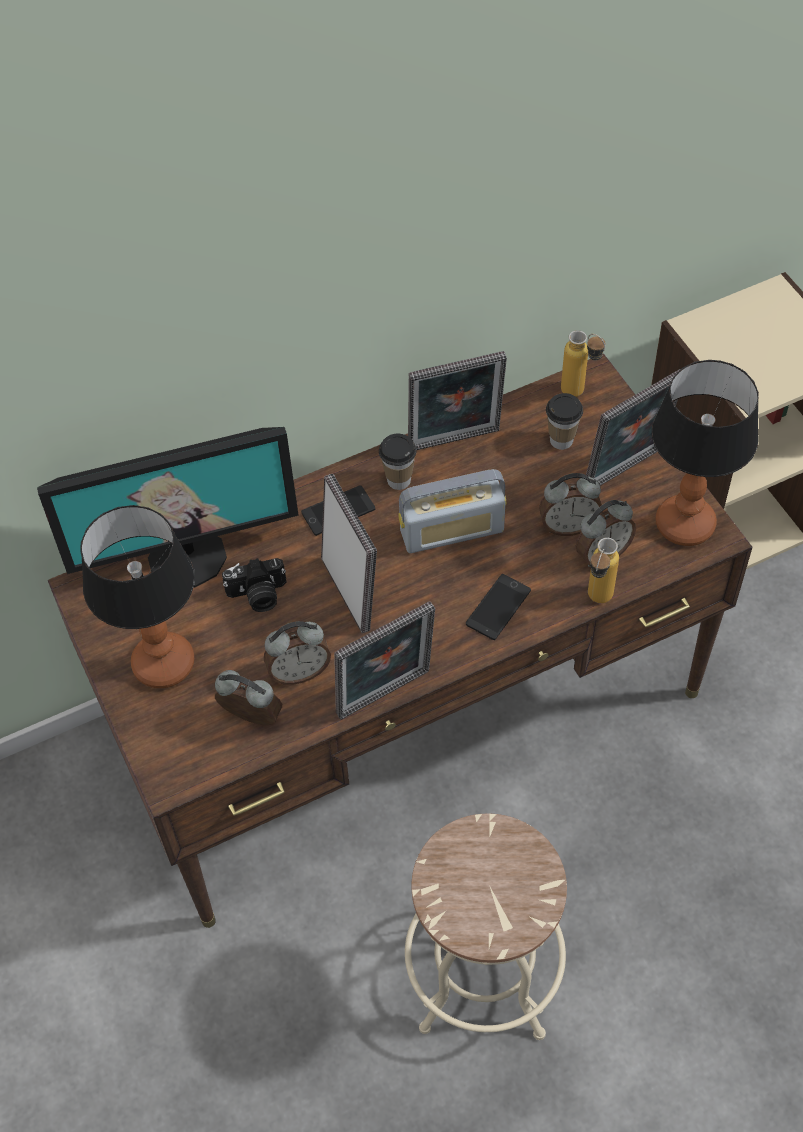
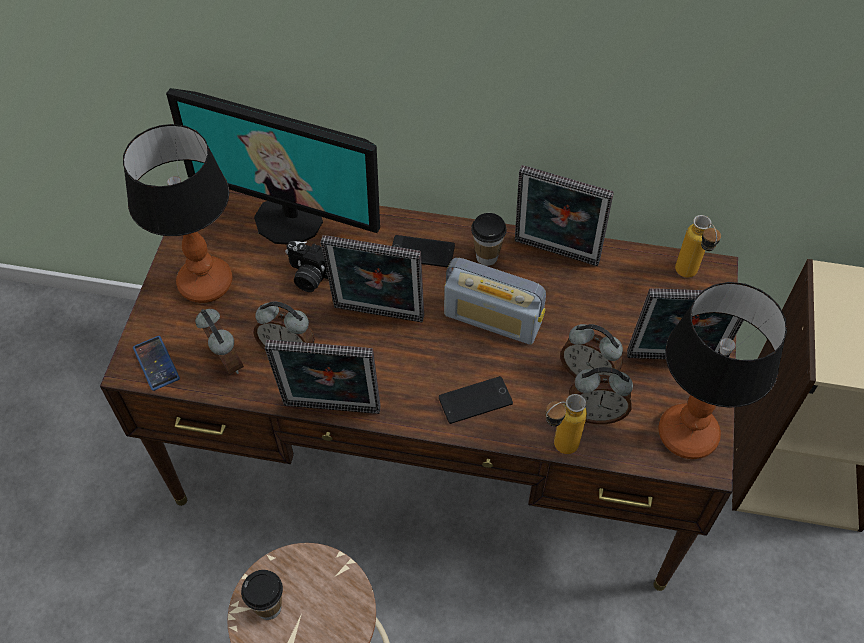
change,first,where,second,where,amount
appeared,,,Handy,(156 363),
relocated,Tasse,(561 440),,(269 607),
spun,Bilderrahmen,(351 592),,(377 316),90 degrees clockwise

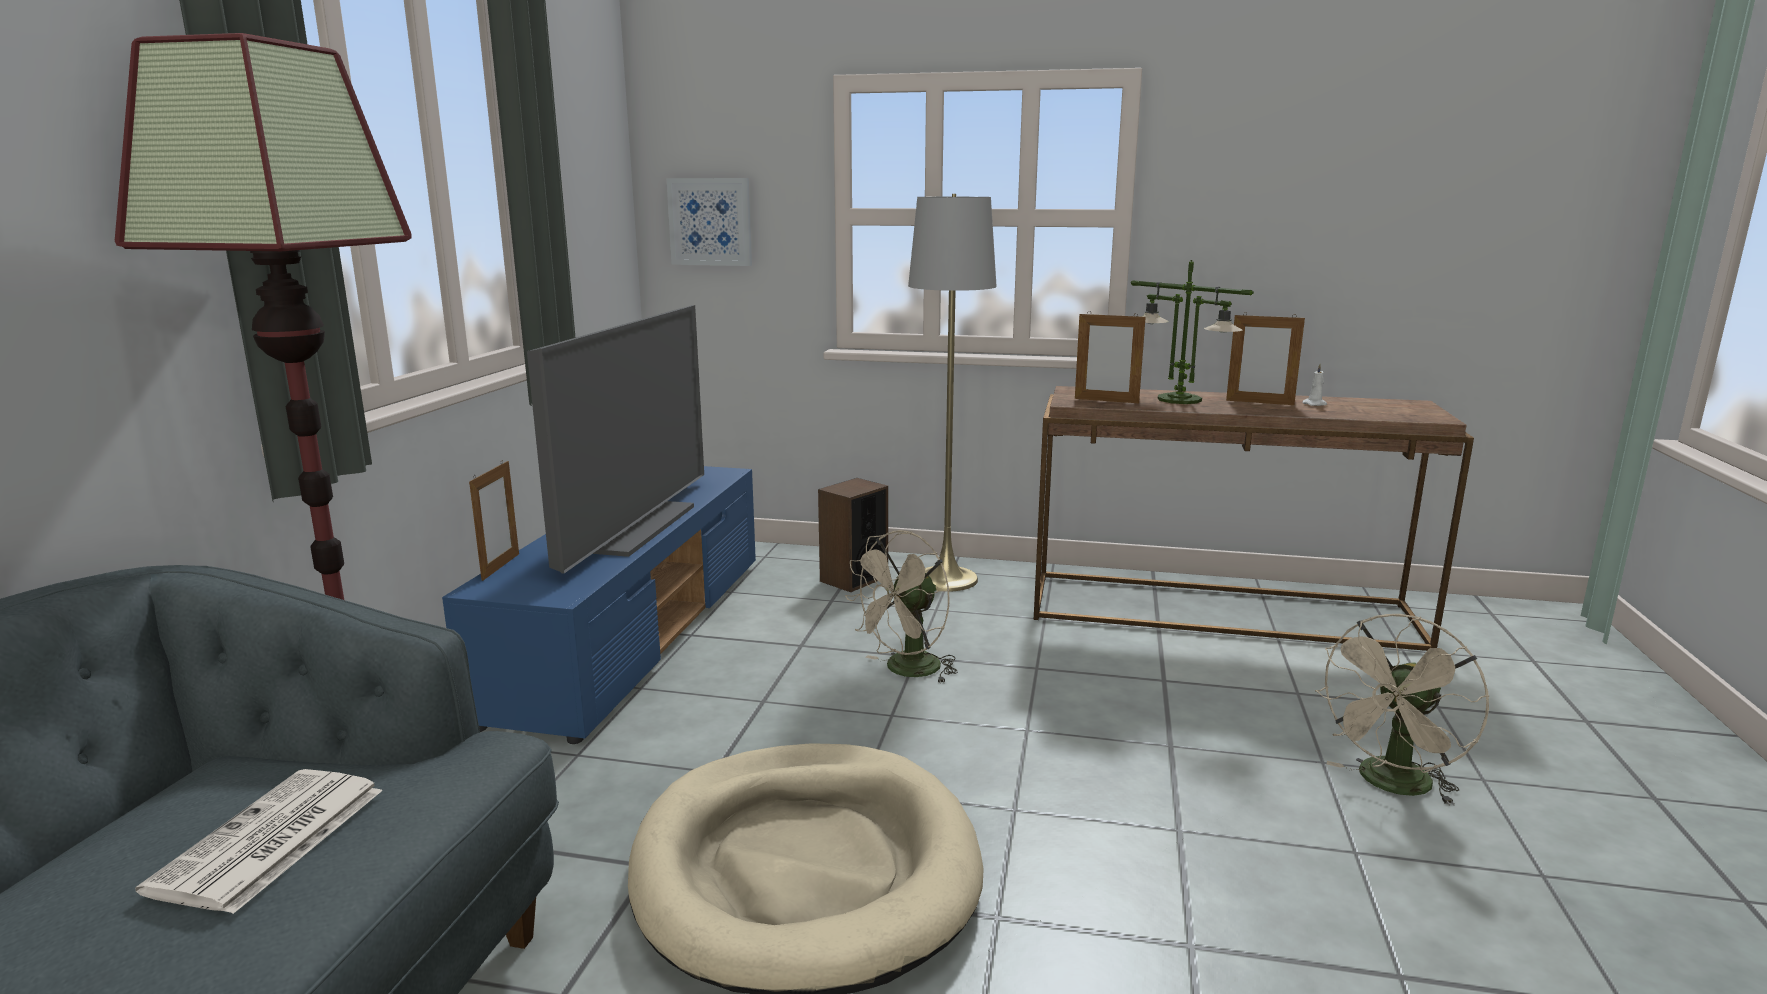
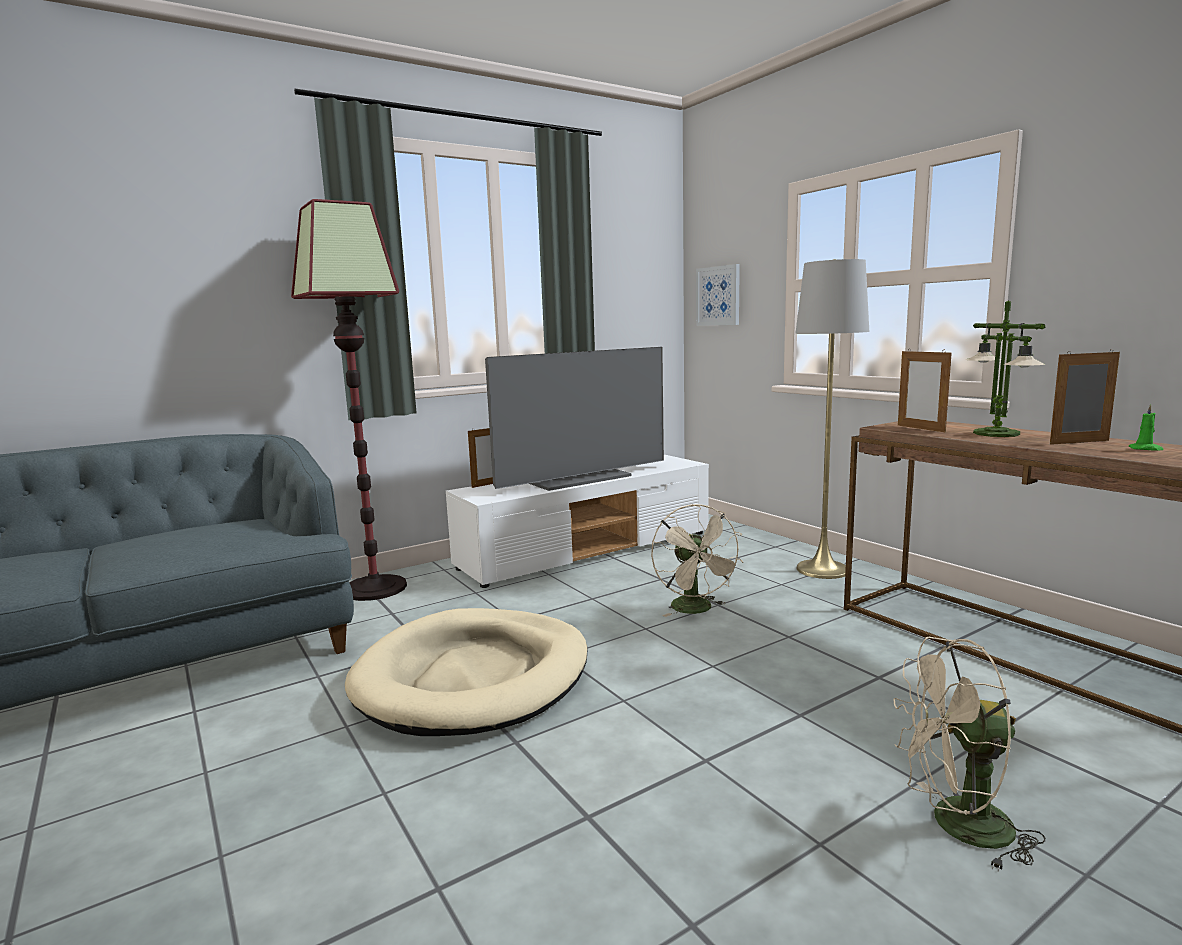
change,first,where,second,where,amount
colour,Fernsehschrank/blau,(634 634),Fernsehschrank/weiß,(588 550),
spun,Ventilator/beige,(906 671),,(696 610),105 degrees counterclockwise
spun,Bilderrahmen,(1259 402),,(1079 442),105 degrees clockwise
colour,Kerze/weiß,(1315 404),Kerze/grün,(1146 449),
missing,Zeitung,(269 841),,,
missing,Lautsprecher,(853 579),,,

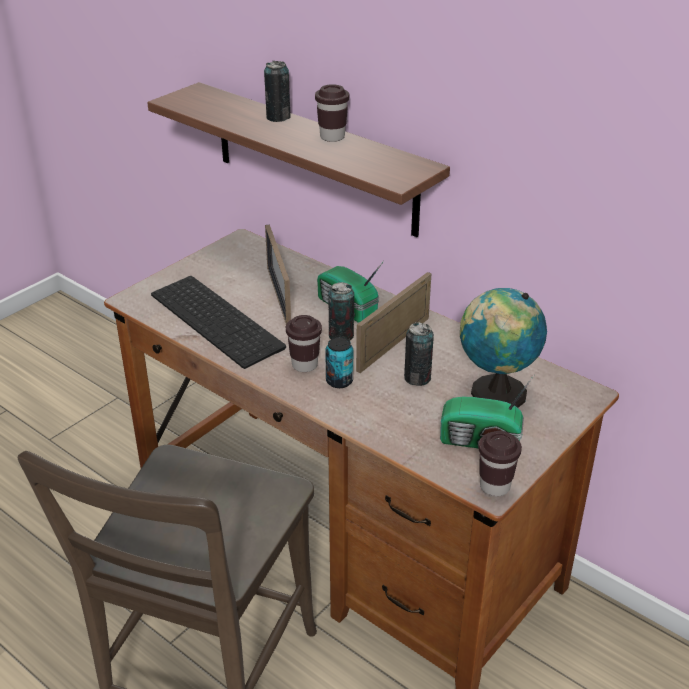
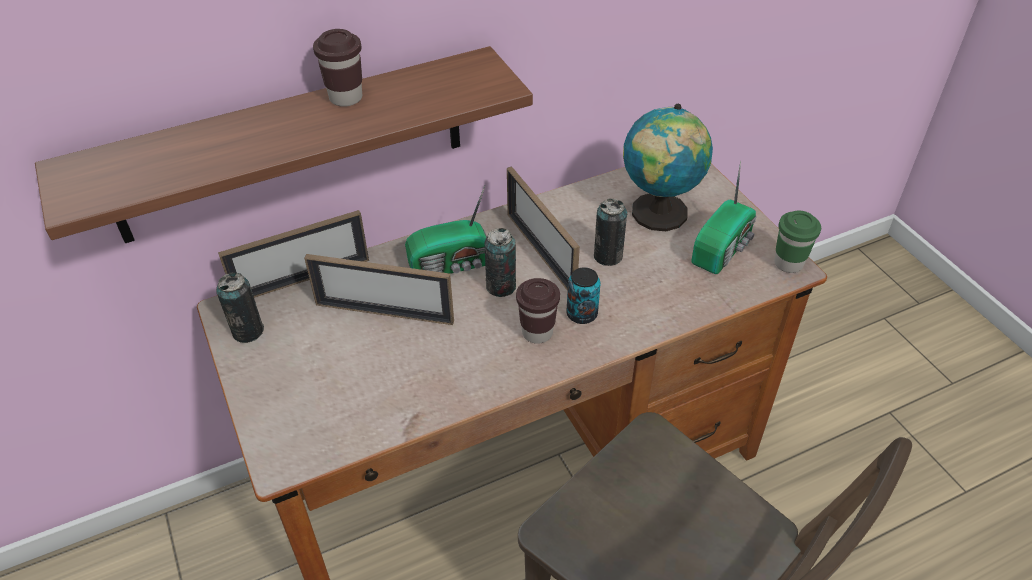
change,first,where,second,where,amount
relocated,Dose,(278 117),,(248 331),
appeared,,,Bilderrahmen,(303 279),
colour,Tasse/braun,(495 486),Tasse/grün,(788 263),
missing,Tastatur,(219 320),,,

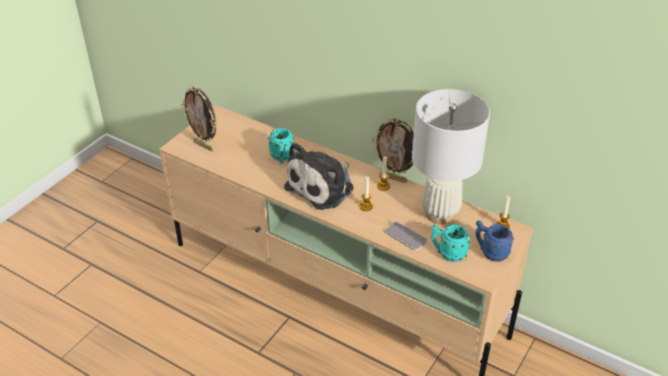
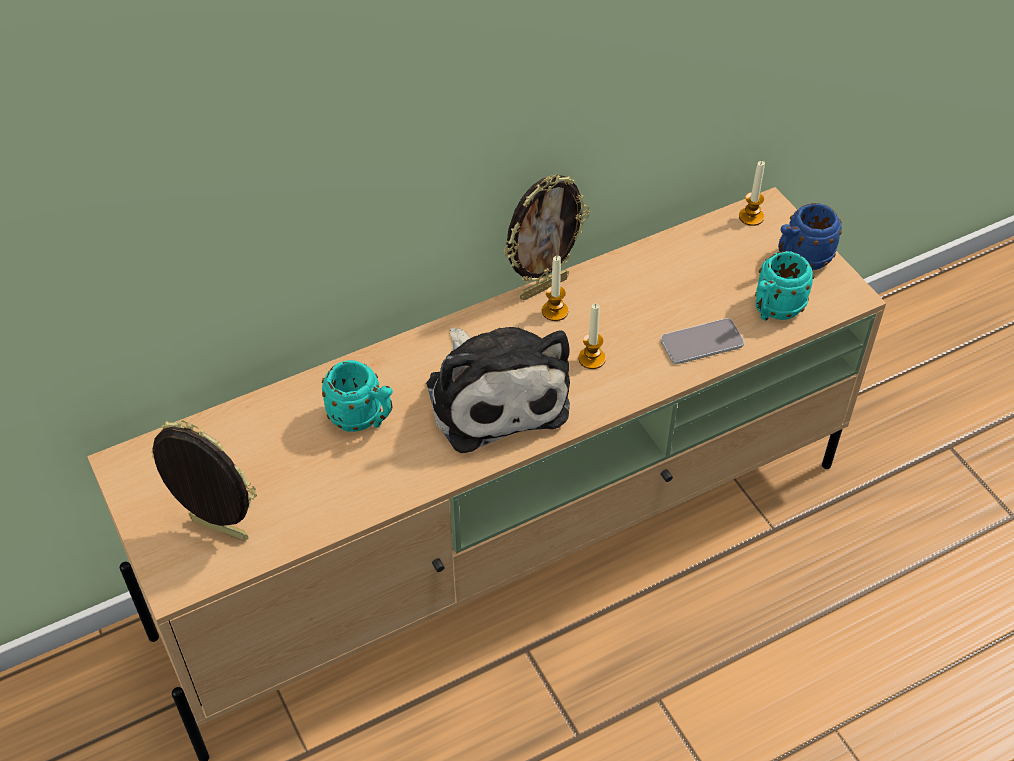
change,first,where,second,where,amount
spun,Bilderrahmen,(204 146),,(217 531),135 degrees counterclockwise
missing,Tischlampe/weiß,(440 213),,,

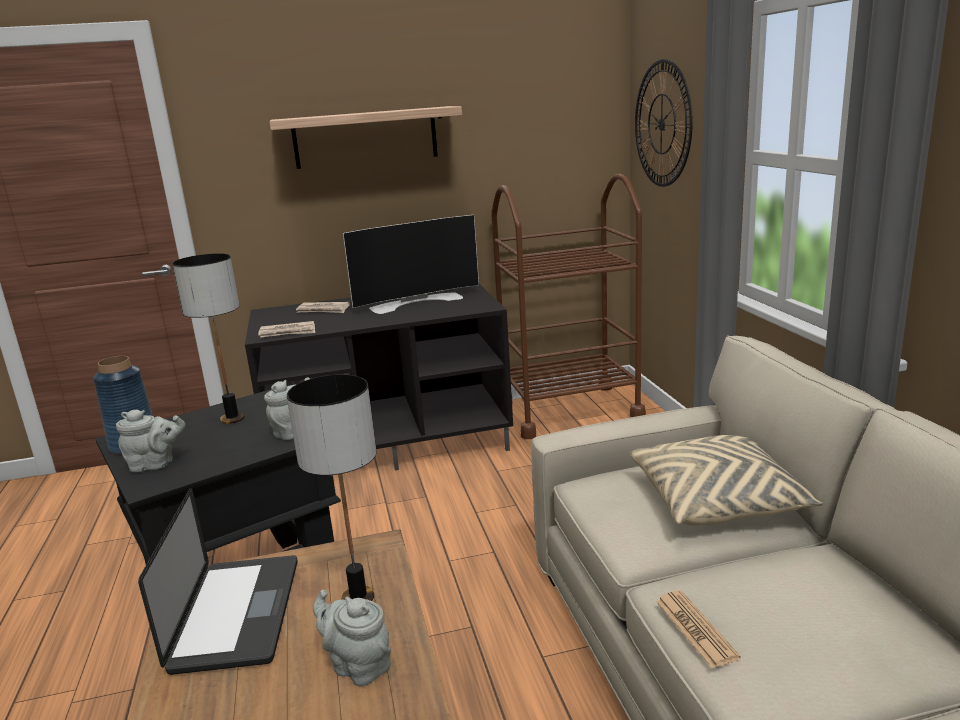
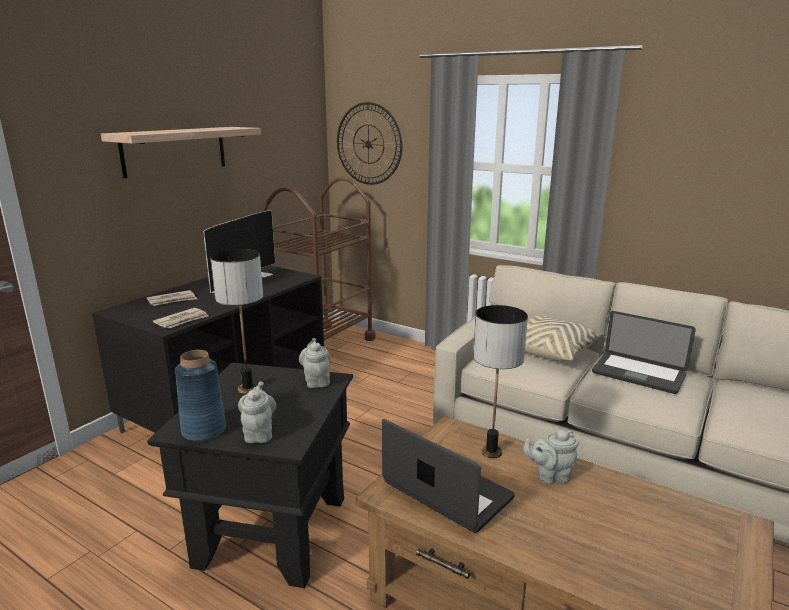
change,first,where,second,where,amount
spun,Teekanne/grau,(155 464),,(259 433),45 degrees counterclockwise
appeared,,,Laptop,(638 374),
missing,Zeitung,(695 629),,,

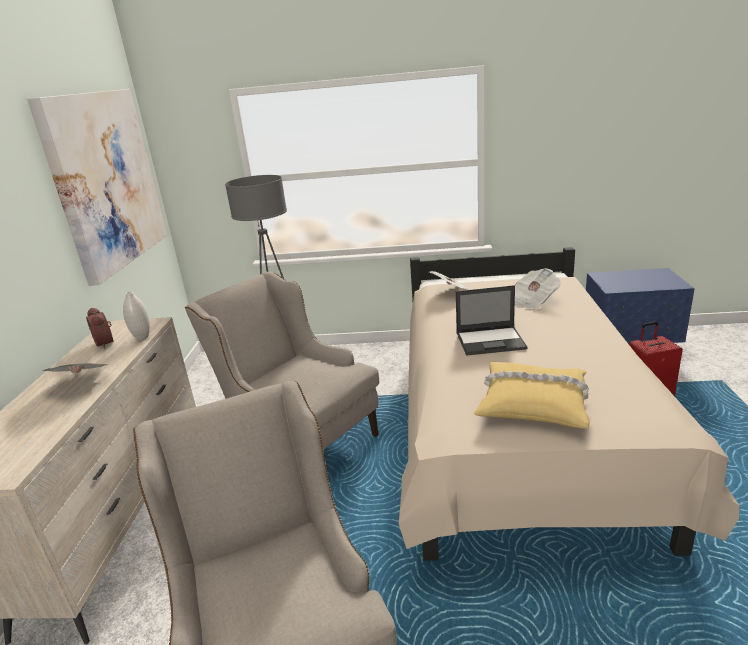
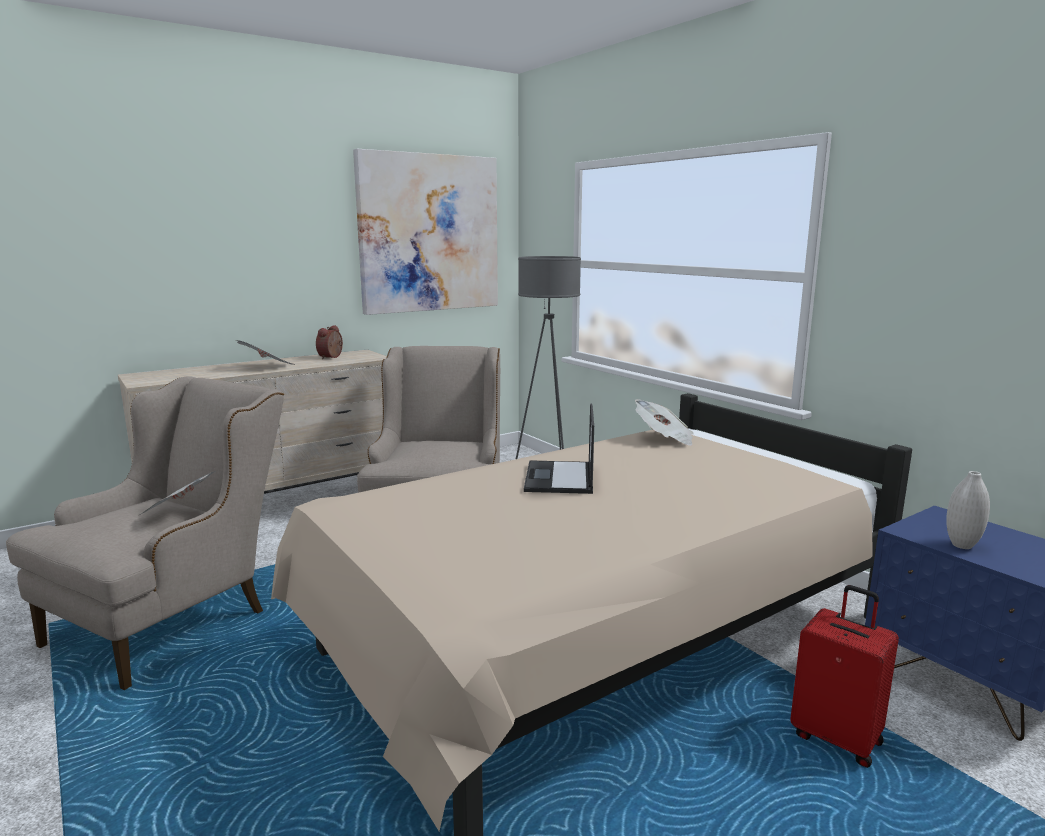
change,first,where,second,where,amount
relocated,Zeitung,(532 301),,(179 512),
spun,Laptop,(491 341),,(559 478),45 degrees clockwise
relocated,Vase/weiß,(142 337),,(962 545),
missing,Kissen/gelb,(533 403),,,

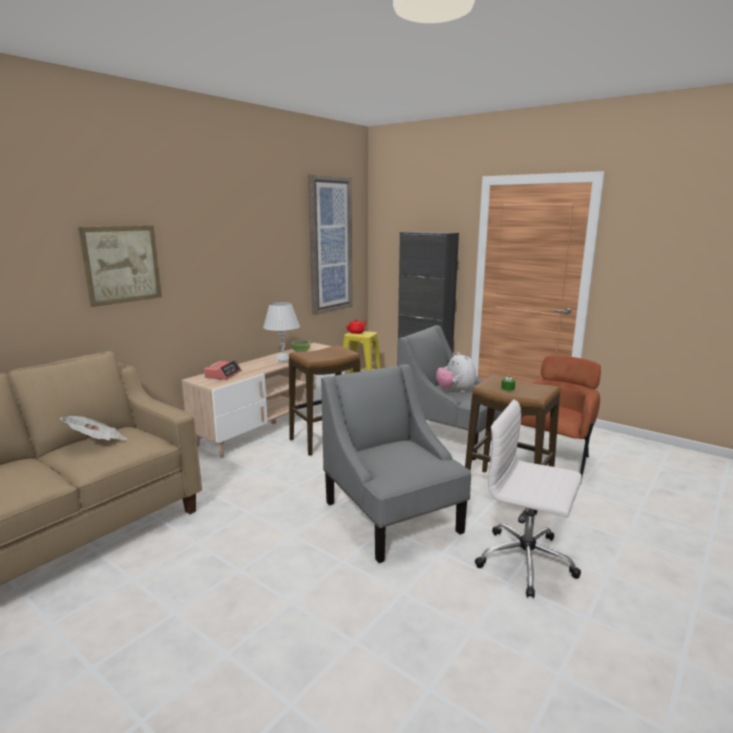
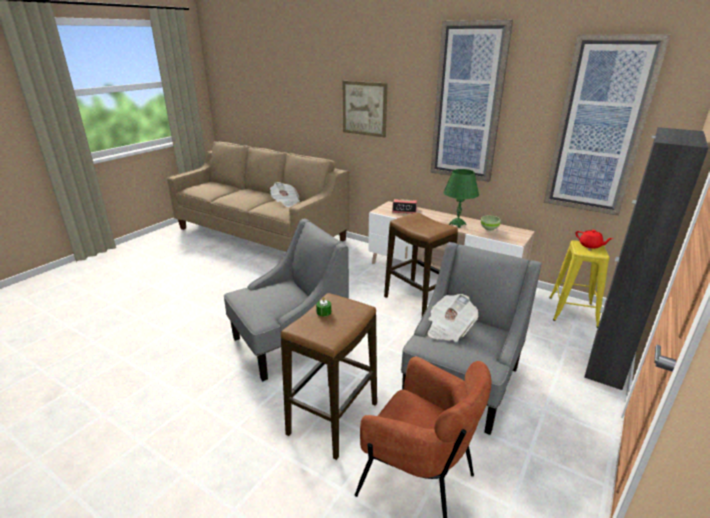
change,first,where,second,where,amount
exchanged,Plüschtier,(455 390),Zeitung,(449 329),
appeared,,,Bild,(468 103),
colour,Tischlampe/weiß,(283 360),Tischlampe/grün,(457 224),
missing,Bürostuhl/weiß,(527 562),,,

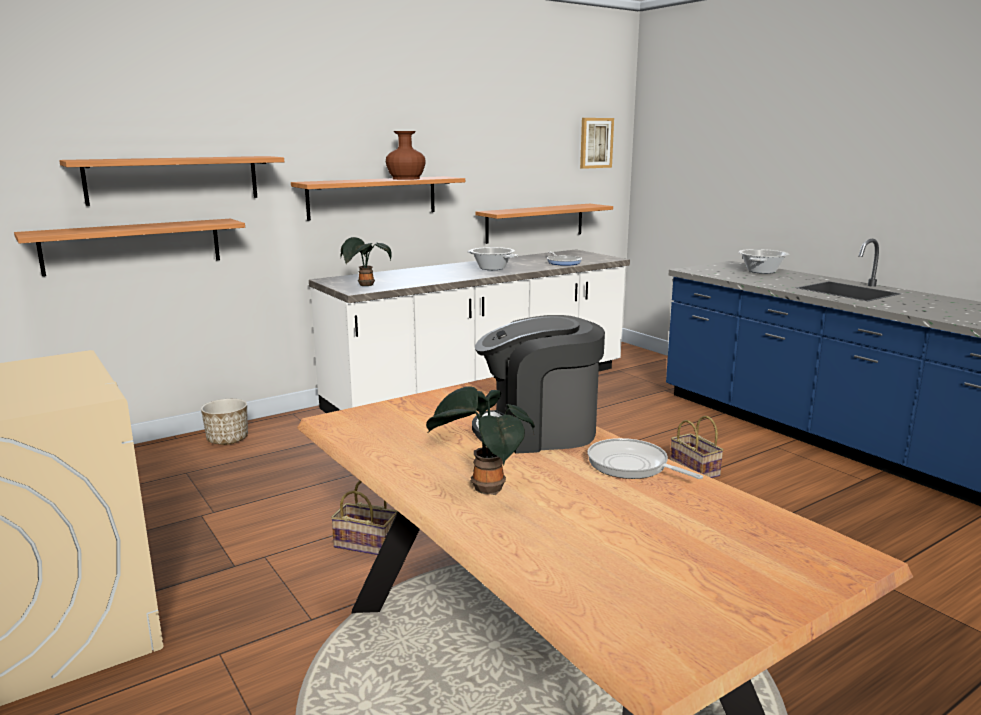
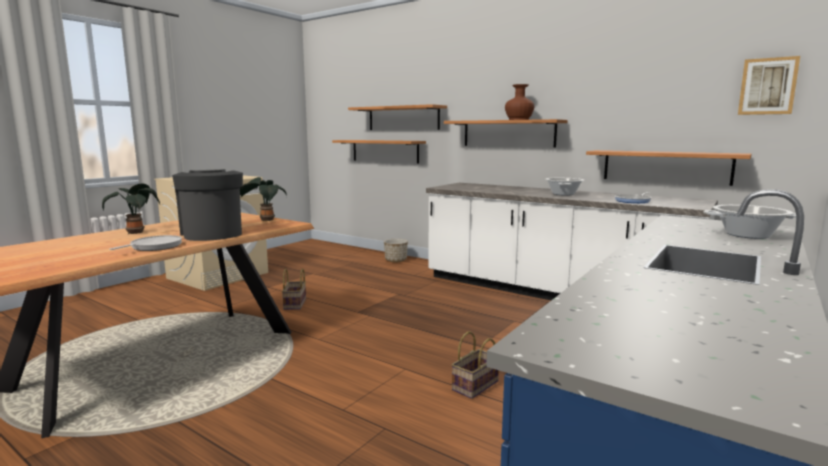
change,first,where,second,where,amount
relocated,Topfpflanze,(365 286),,(265 220),

